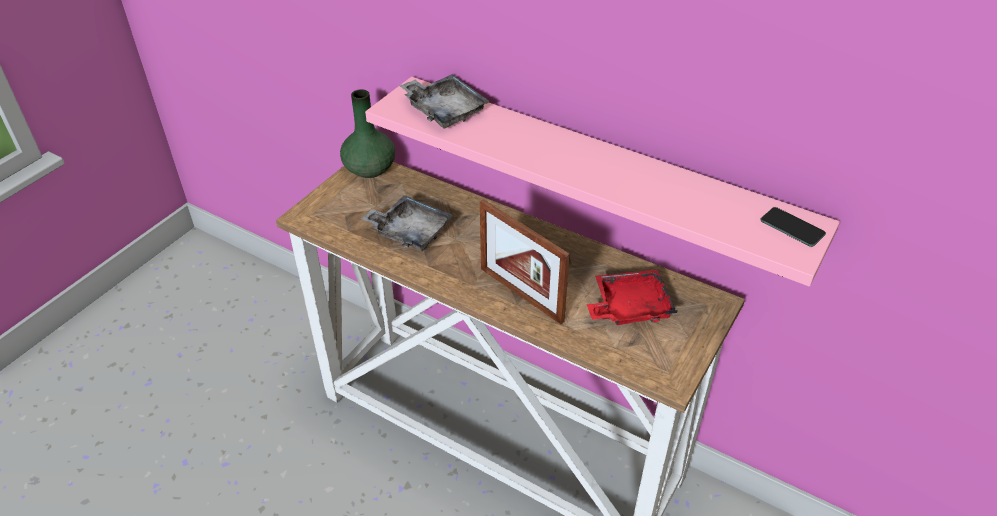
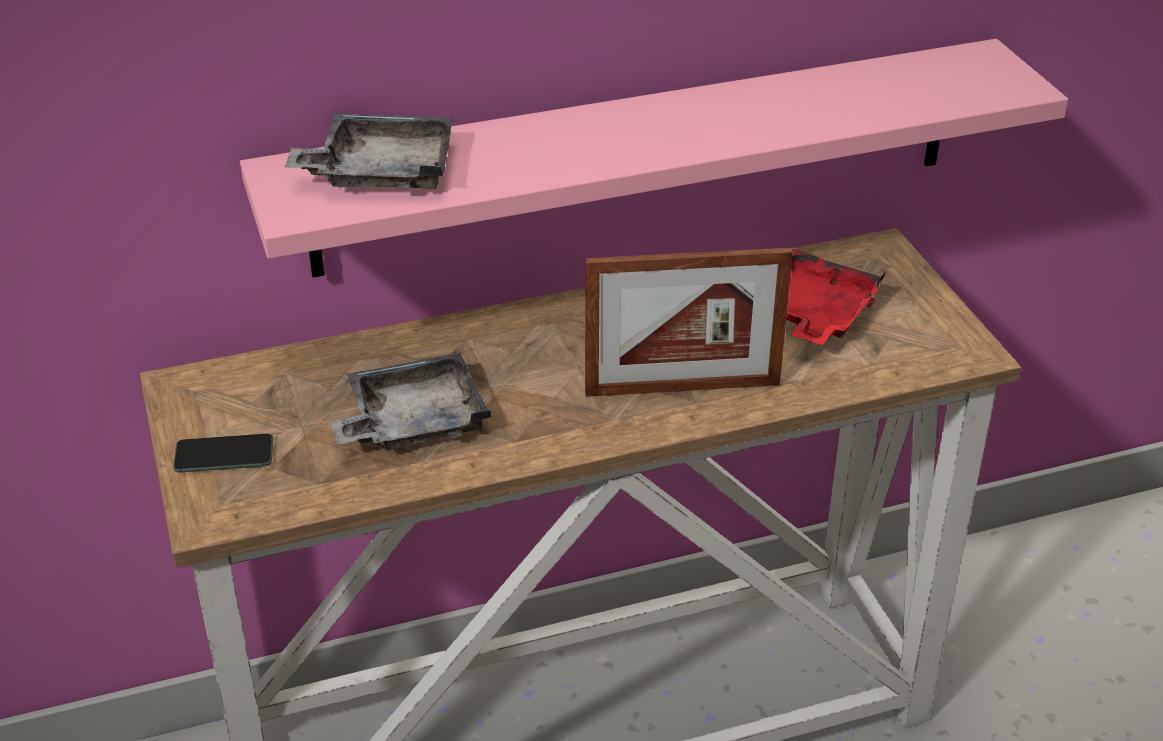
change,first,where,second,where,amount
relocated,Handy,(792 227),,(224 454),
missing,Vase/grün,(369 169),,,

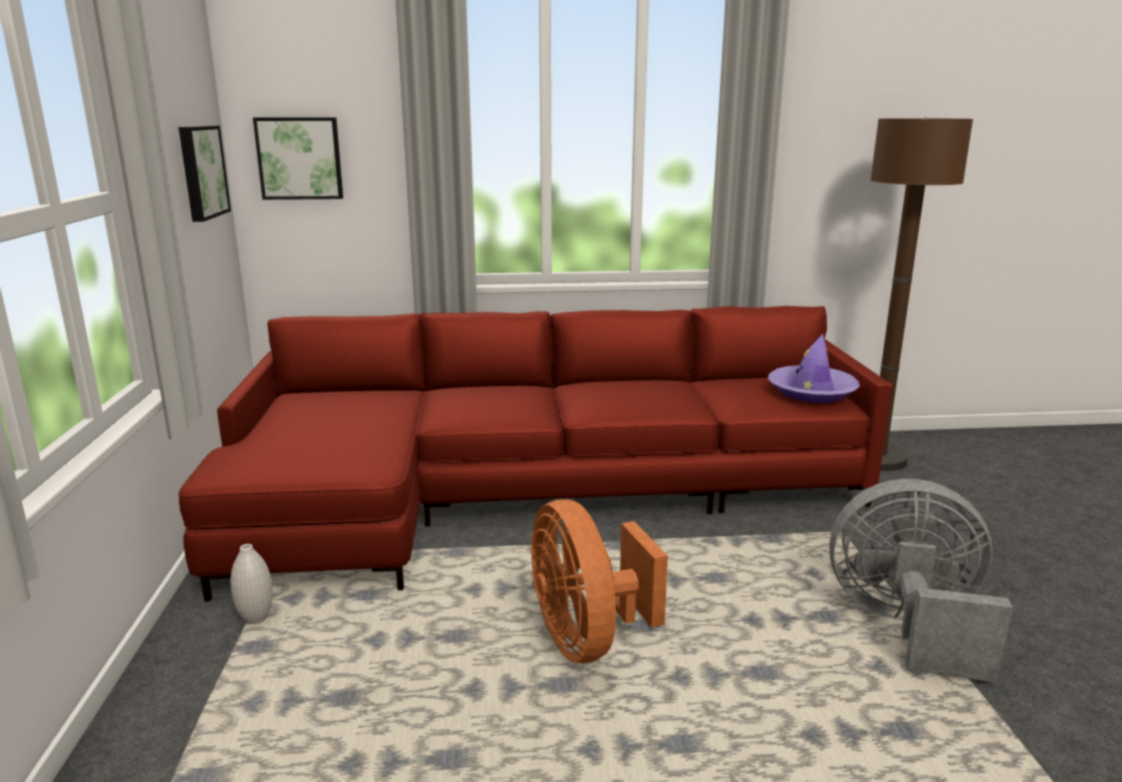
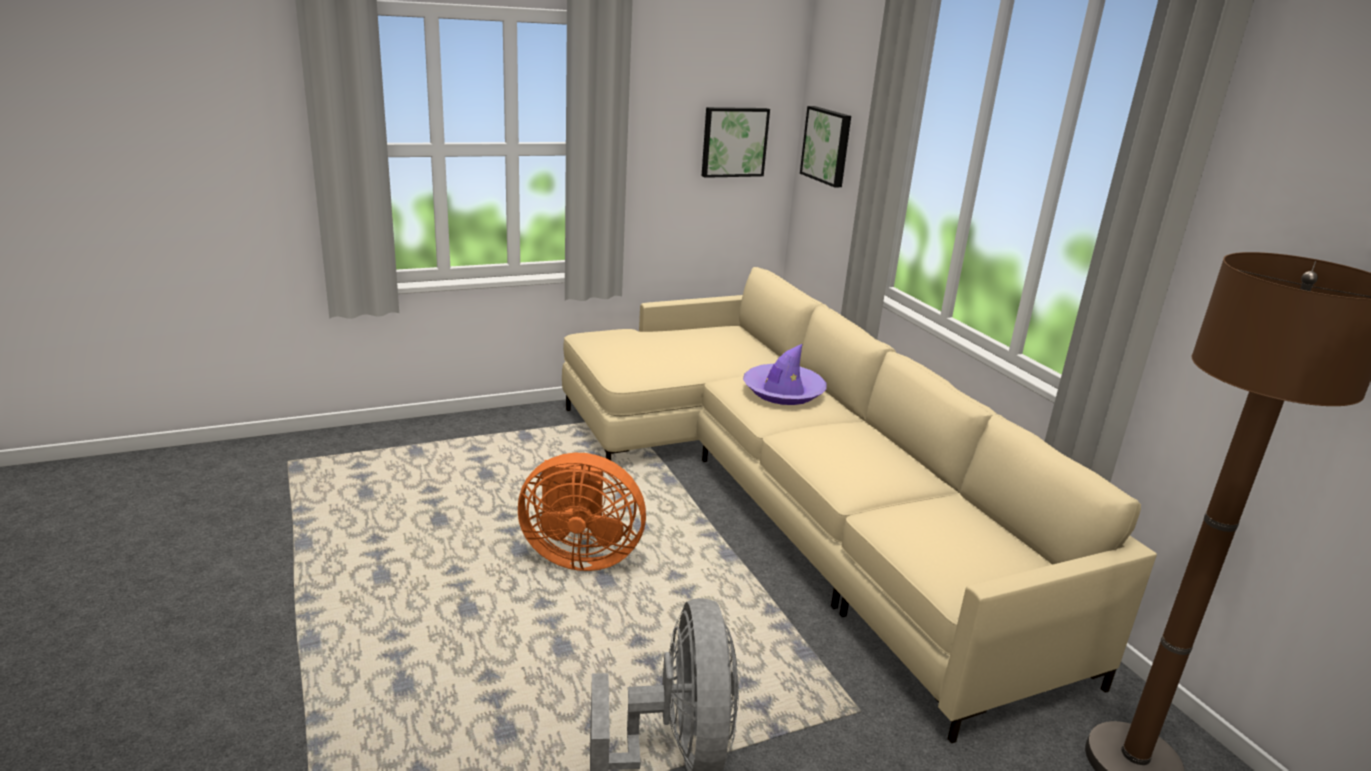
change,first,where,second,where,amount
spun,Ventilator/orange,(587 639),,(579 555),135 degrees counterclockwise
colour,Sofa/rot,(528 497),Sofa/beige,(786 497),
relocated,Hut/lila,(812 392),,(783 392),
missing,Vase/weiß,(256 619),,,

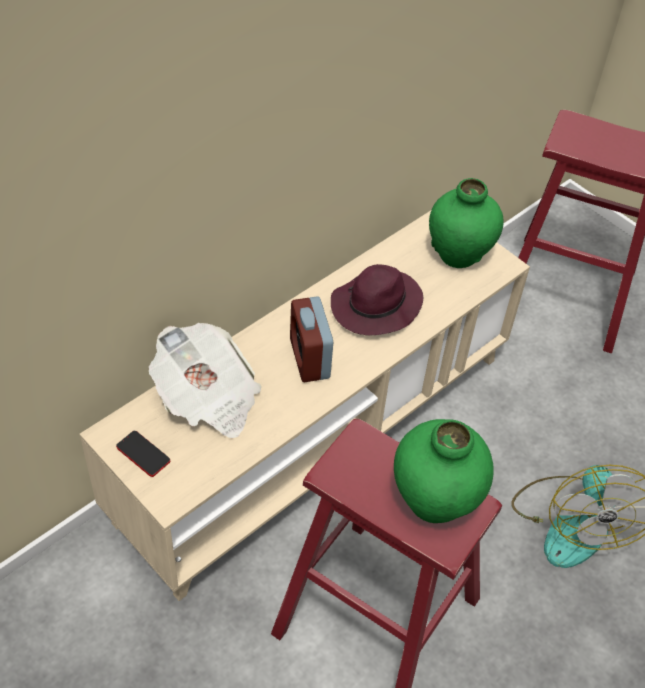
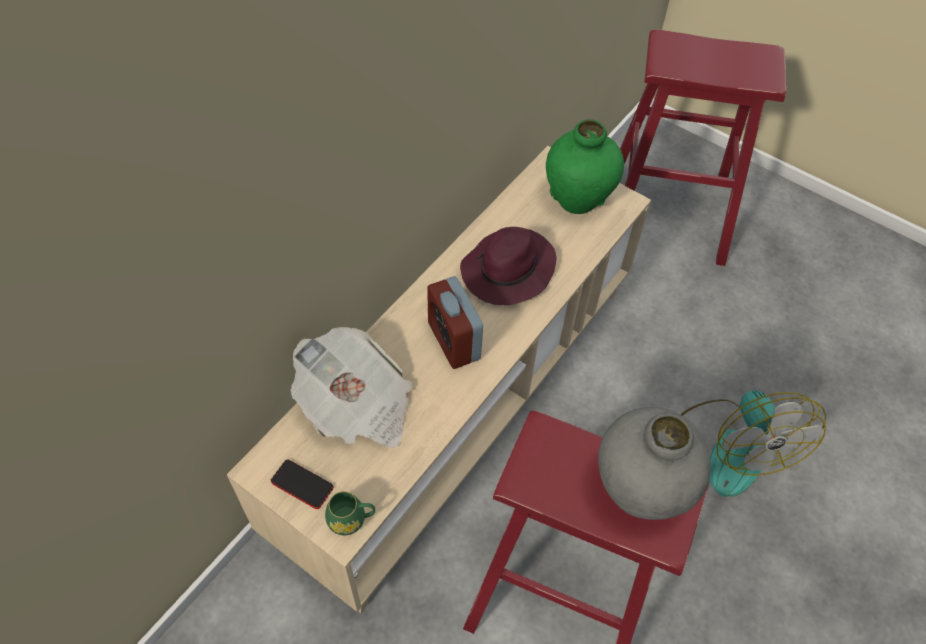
change,first,where,second,where,amount
appeared,,,Henkelbecher/grün,(351 519),
colour,Vase/grün,(434 501),Vase/grau,(640 491),

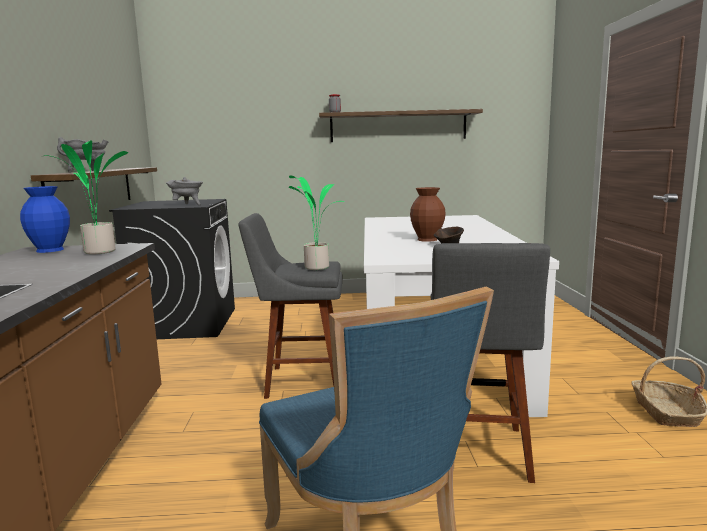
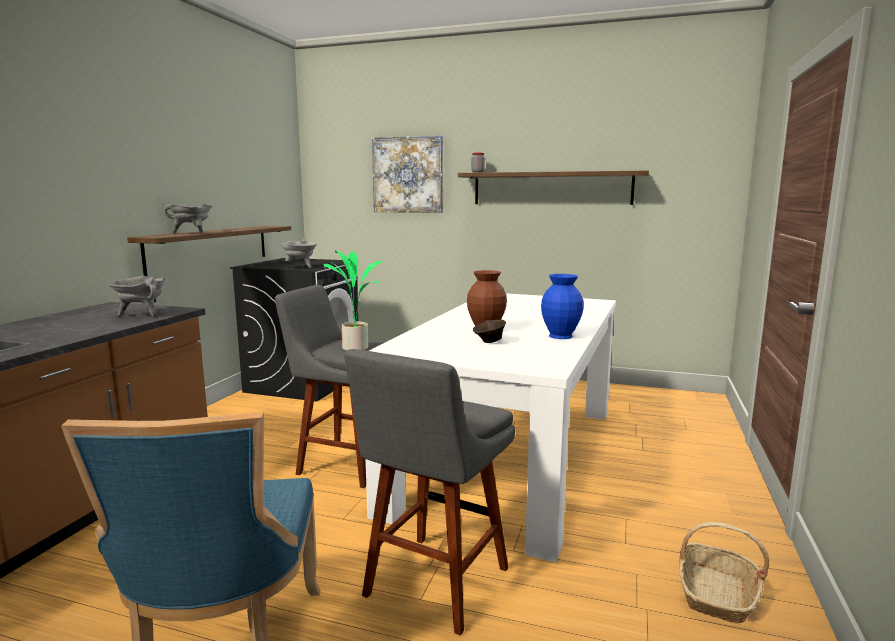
change,first,where,second,where,amount
exchanged,Topfpflanze,(98 252),Kochtopf/grau,(142 314),
appeared,,,Bild,(408 175),
relocated,Vase/blau,(49 250),,(560 336),

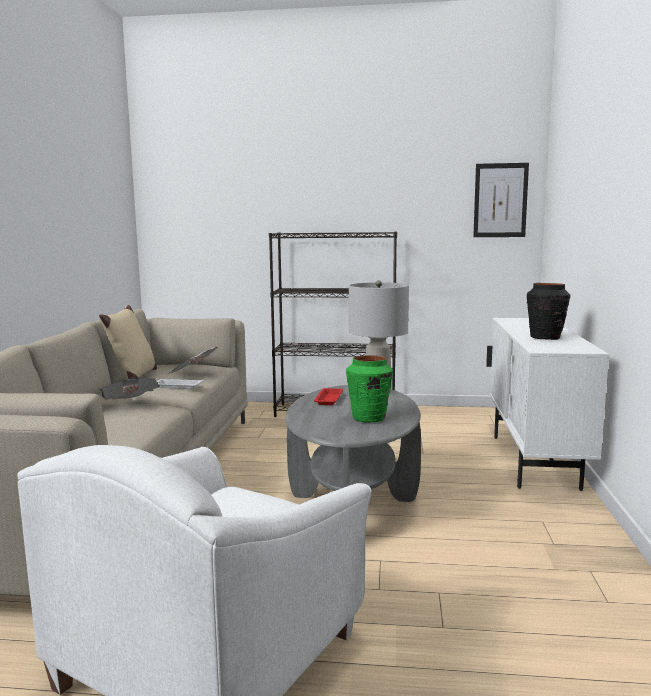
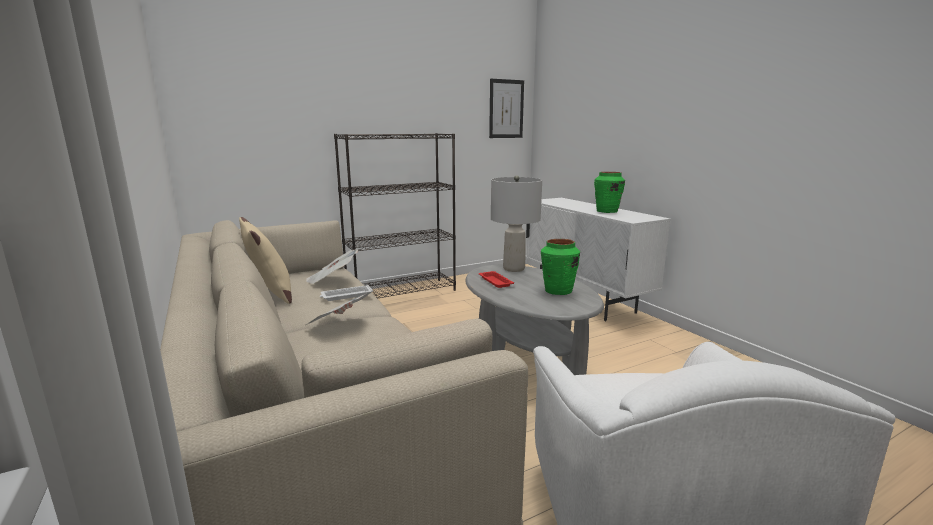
change,first,where,second,where,amount
colour,Vase/schwarz,(545 338),Vase/grün,(607 211),

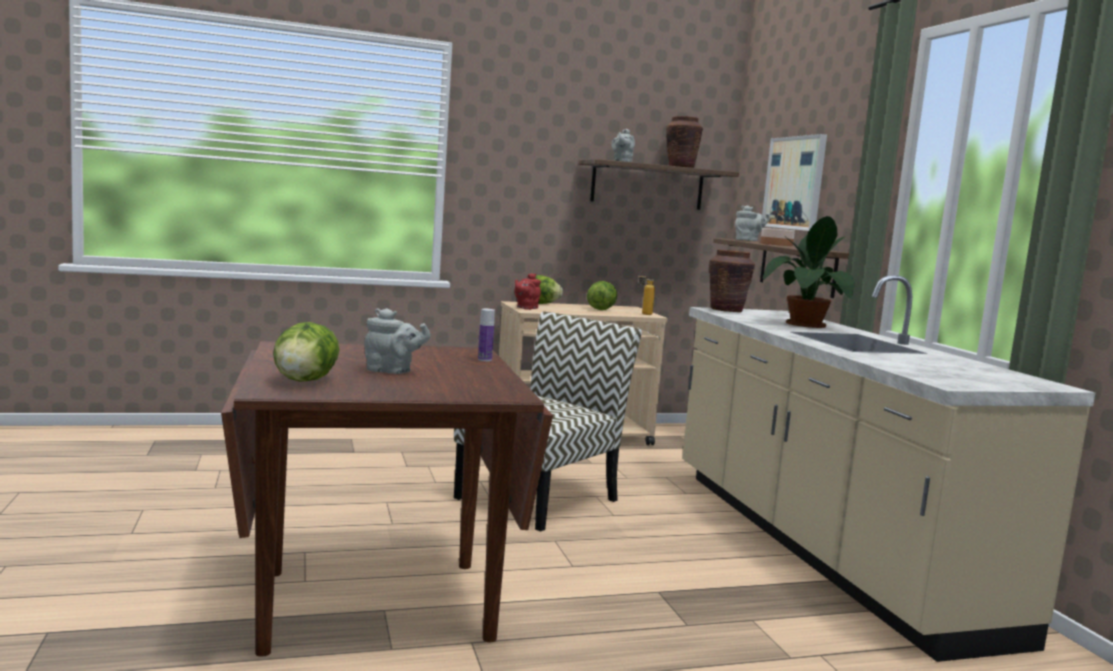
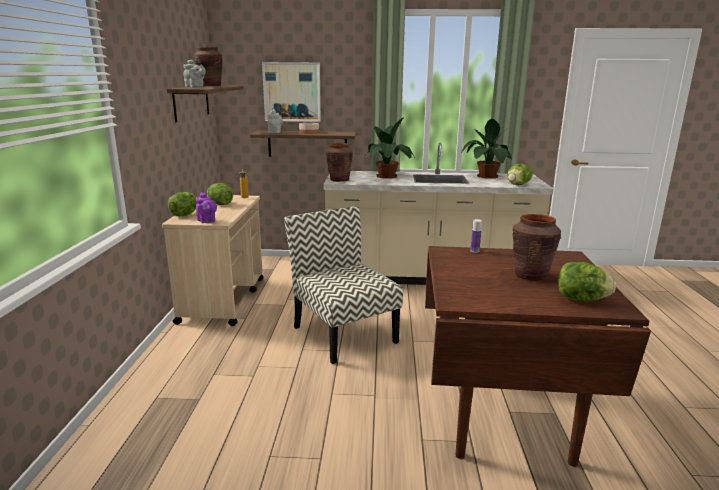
change,first,where,second,where,amount
colour,Teekanne/rot,(526 308),Teekanne/lila,(207 221),
appeared,,,Topfpflanze,(486 176),
appeared,,,Salatkopf,(517 185),
exchanged,Teekanne/grau,(392 371),Vase/braun,(530 275),

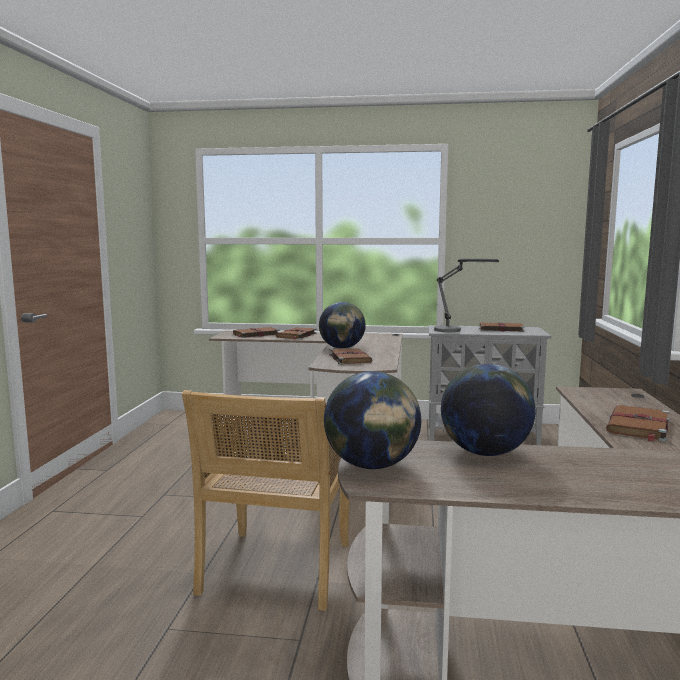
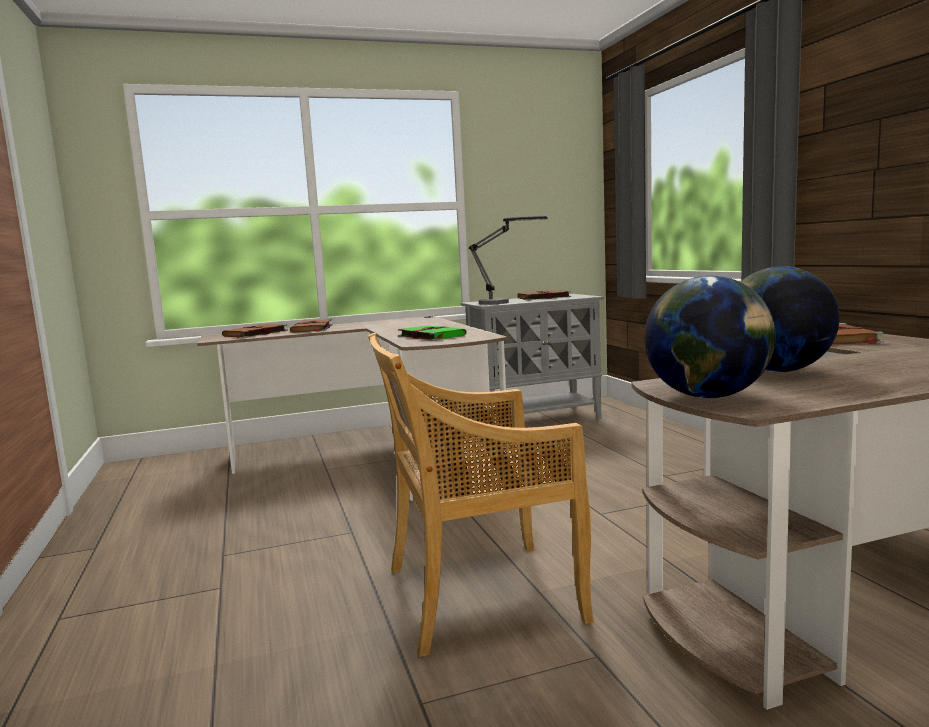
change,first,where,second,where,amount
spun,Stuhl/beige,(276 570),,(478 595),90 degrees clockwise
colour,Buch/braun,(349 358),Buch/grün,(430 336),
missing,Globus,(342 348),,,

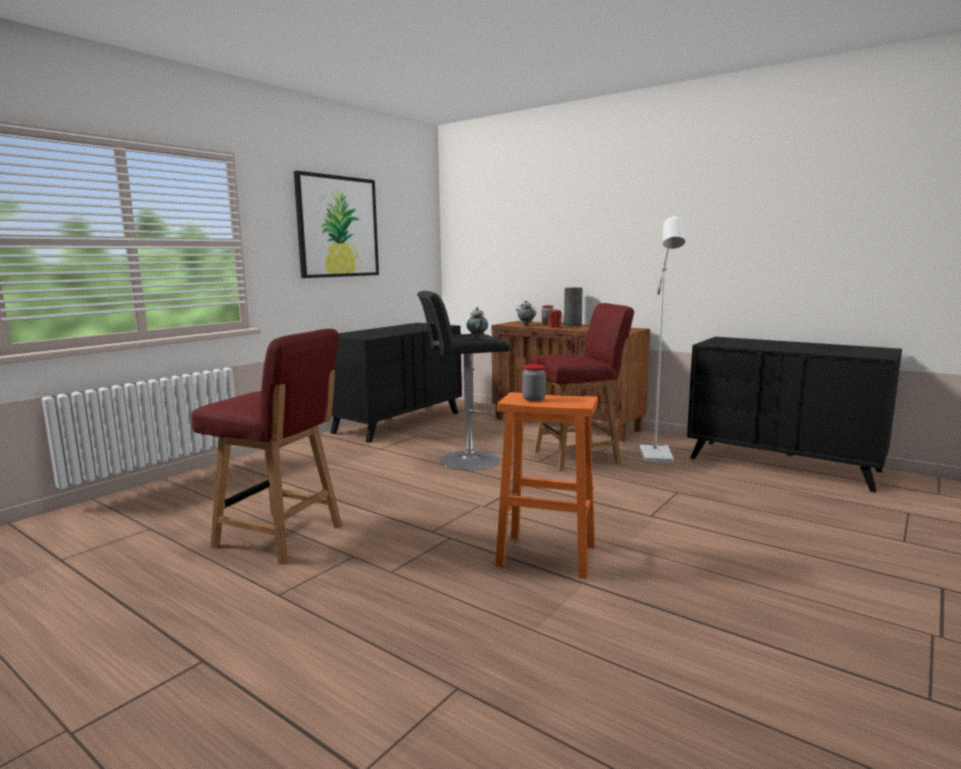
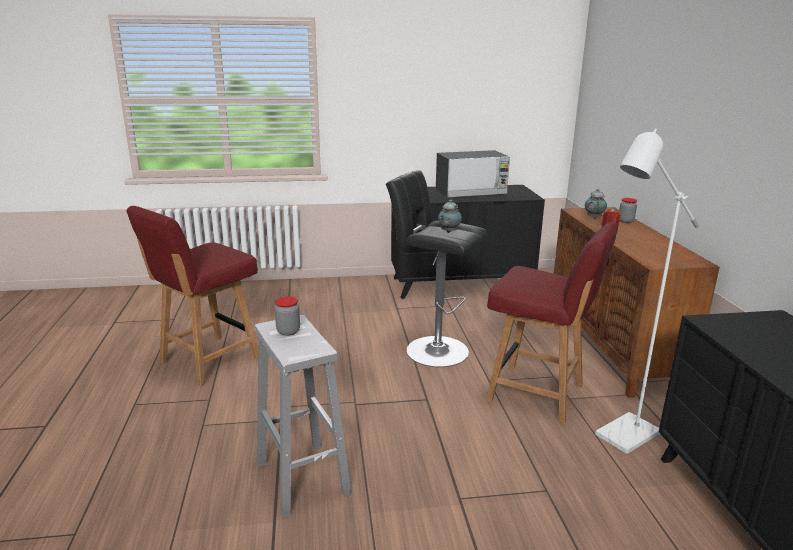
change,first,where,second,where,amount
spun,Stuhl/rot,(281 537),,(208 360),60 degrees clockwise
colour,Hocker/orange,(548 555),Hocker/weiß,(303 479),
appeared,,,Mikrowelle,(471 192),
missing,Bild,(337 227),,,
missing,Vase/grau,(573 325),,,

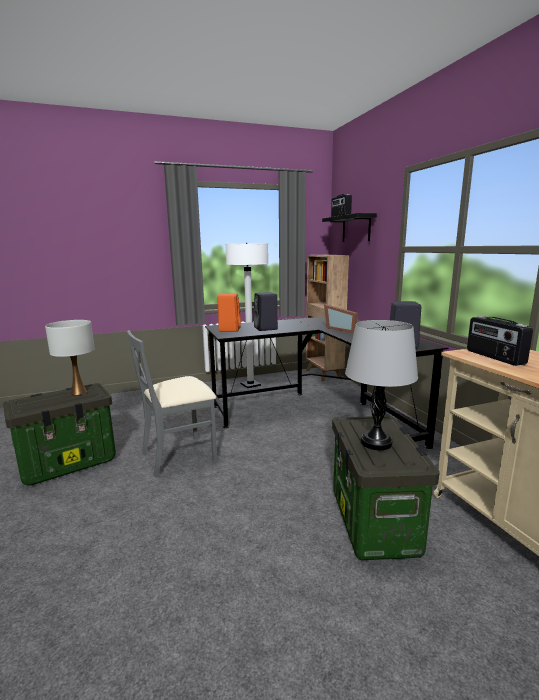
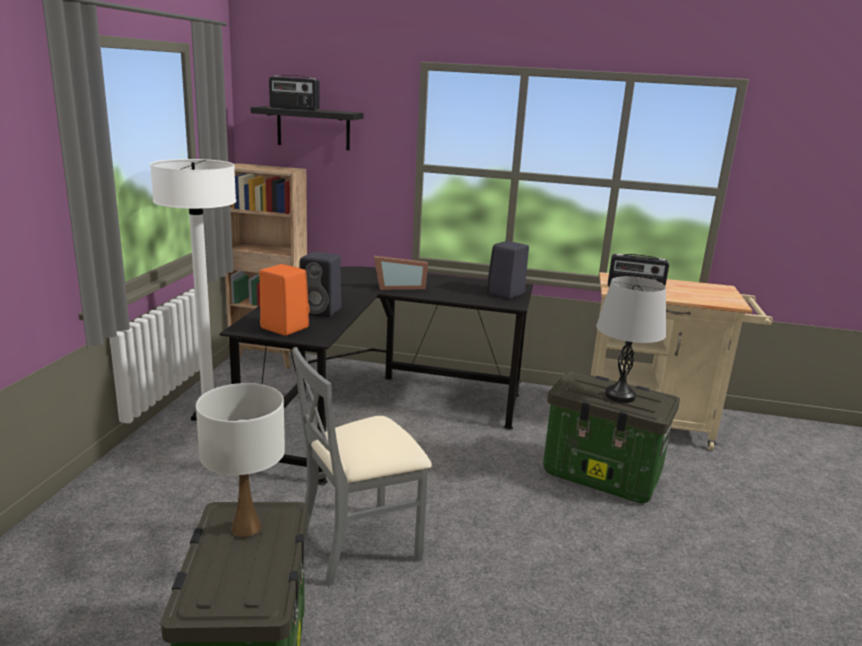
change,first,where,second,where,amount
spun,Stuhl/grau,(179 455),,(360 545),60 degrees clockwise

